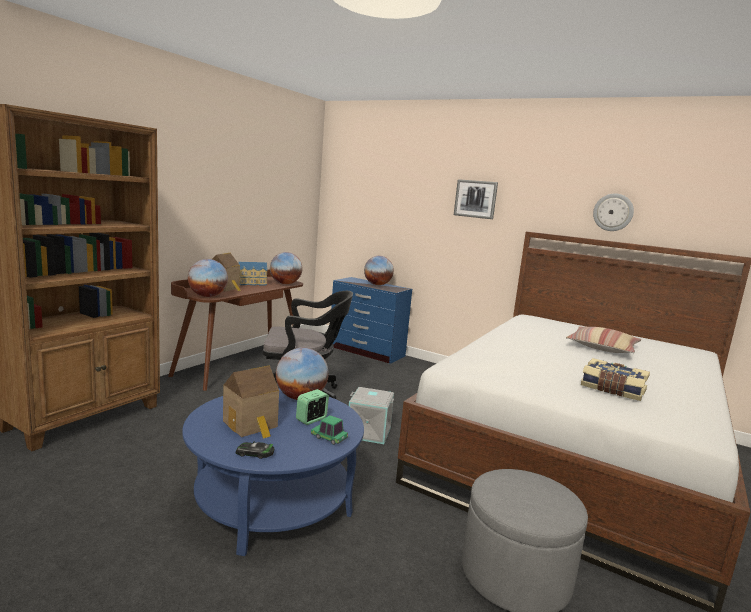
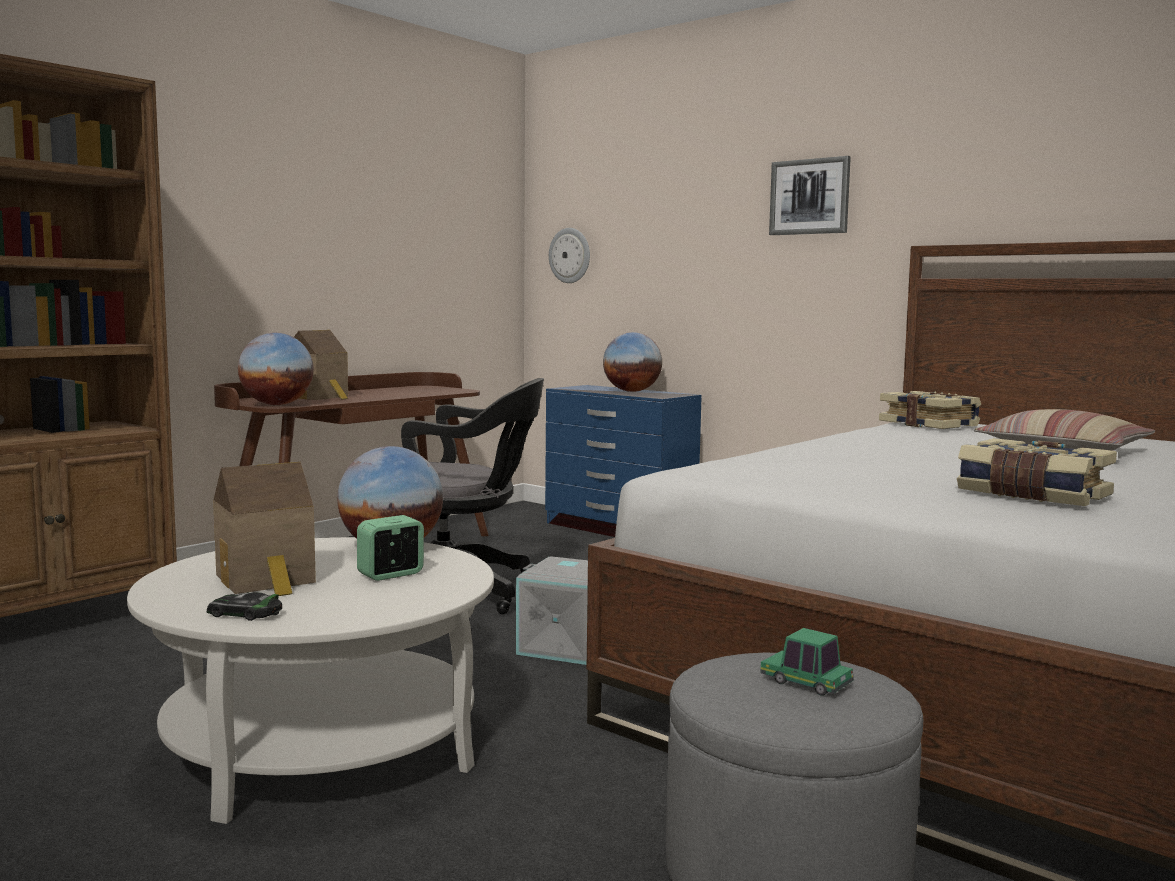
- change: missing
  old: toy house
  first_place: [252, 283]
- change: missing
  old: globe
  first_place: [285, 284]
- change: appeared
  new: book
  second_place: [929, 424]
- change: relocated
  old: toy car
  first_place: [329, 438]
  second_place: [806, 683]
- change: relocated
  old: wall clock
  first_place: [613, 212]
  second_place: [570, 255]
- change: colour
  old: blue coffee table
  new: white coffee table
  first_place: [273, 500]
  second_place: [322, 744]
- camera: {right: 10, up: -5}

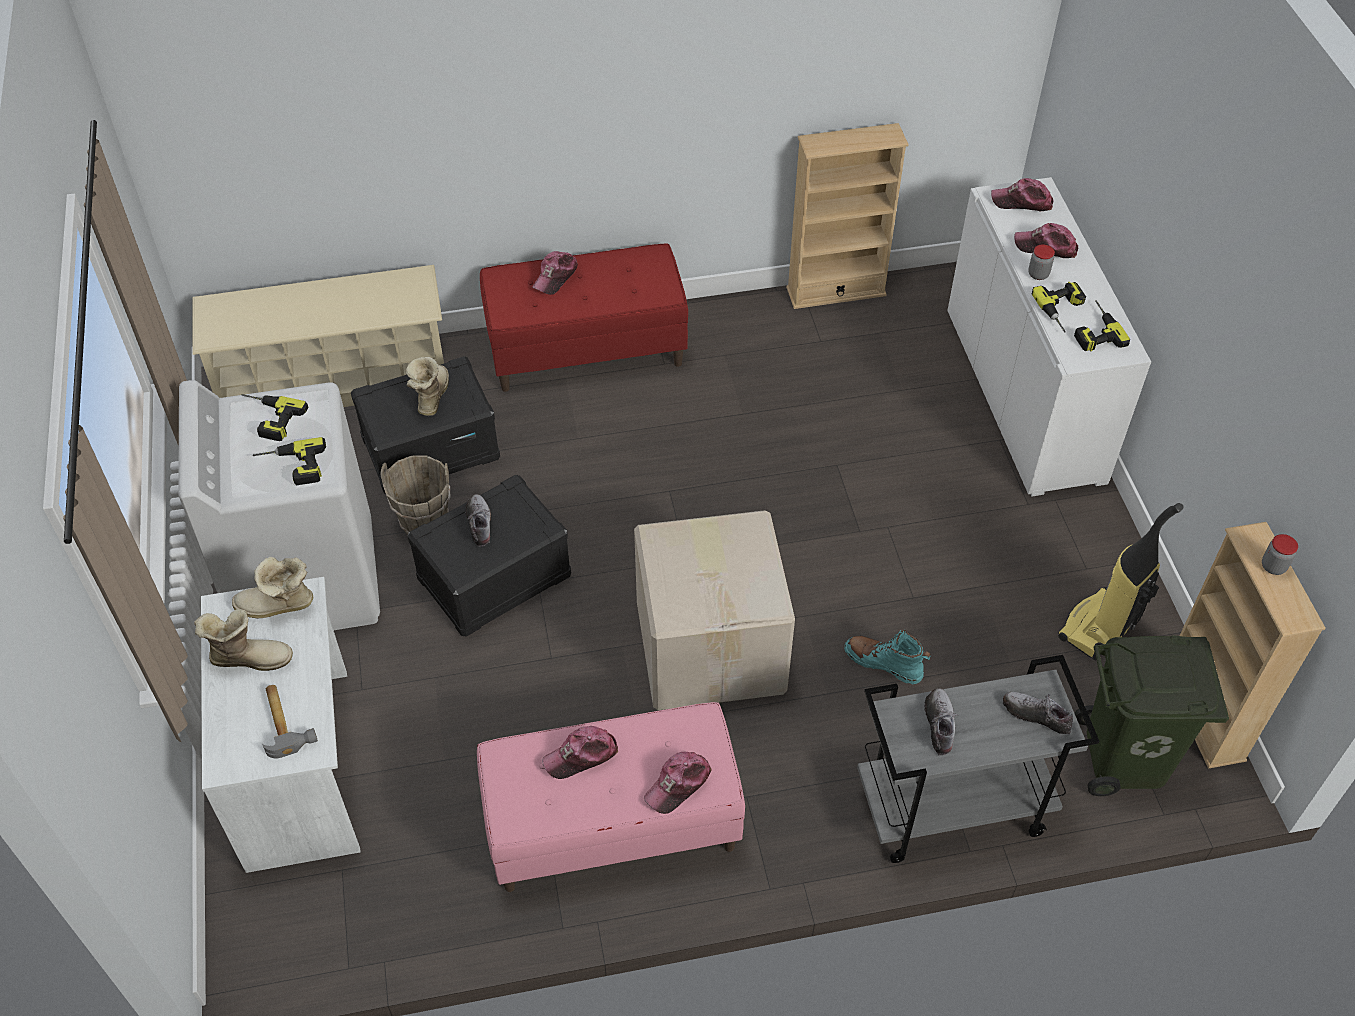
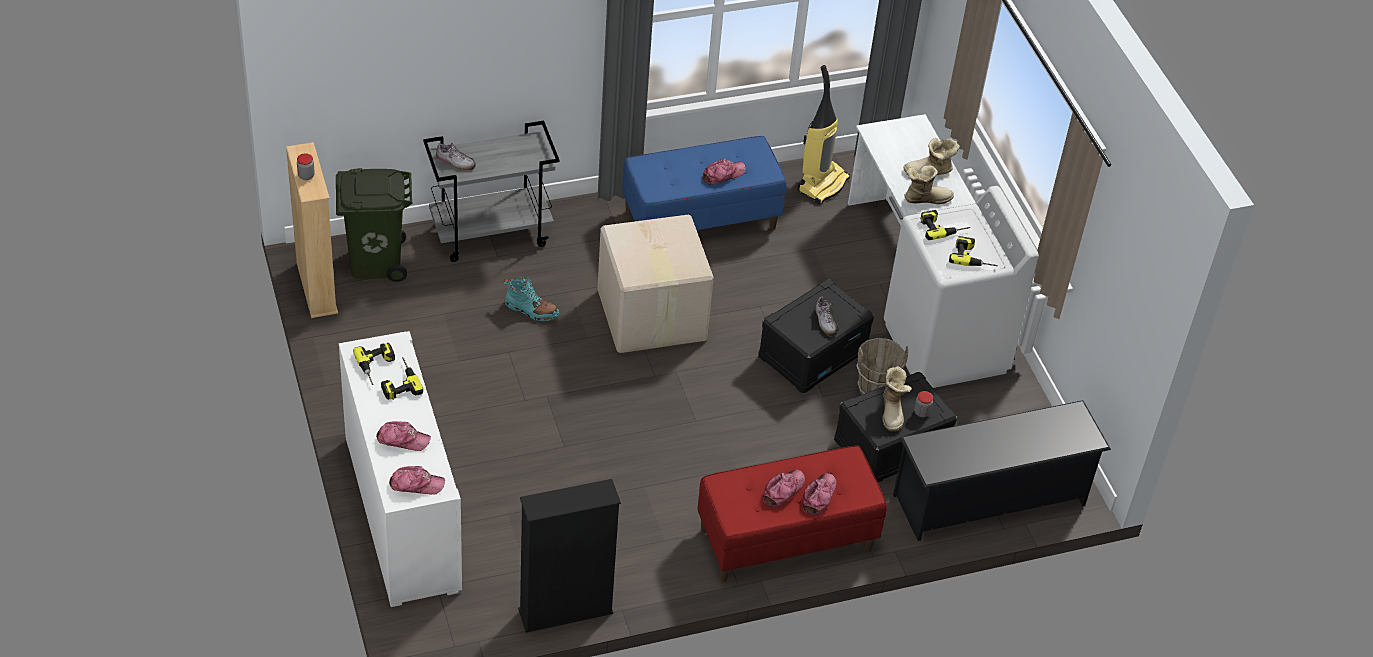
- change: missing
  old: hammer
  first_place: [285, 721]
- change: missing
  old: shoe
  first_place: [939, 724]
- change: relocated
  old: cap
  first_place: [678, 784]
  second_place: [783, 490]
- change: relocated
  old: jar
  first_place: [1038, 274]
  second_place: [922, 412]
- change: relocated
  old: vacuum cleaner
  first_place: [1099, 628]
  second_place: [822, 184]
- change: colour
  old: beige shoe rack
  new: black shoe rack
  first_place: [335, 382]
  second_place: [990, 500]
- change: colour
  old: pink bench
  new: blue bench
  first_place: [612, 827]
  second_place: [700, 219]
- change: colour
  old: beige bookcase
  new: black bookcase
  first_place: [836, 291]
  second_place: [565, 611]
- camera: {right: 170, up: -5}

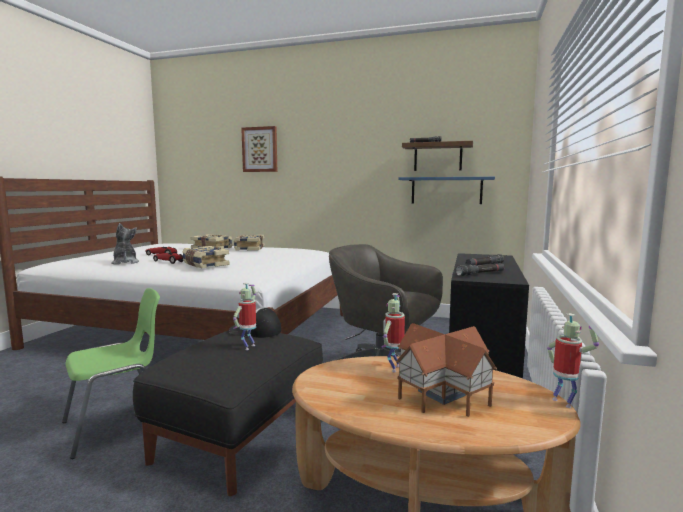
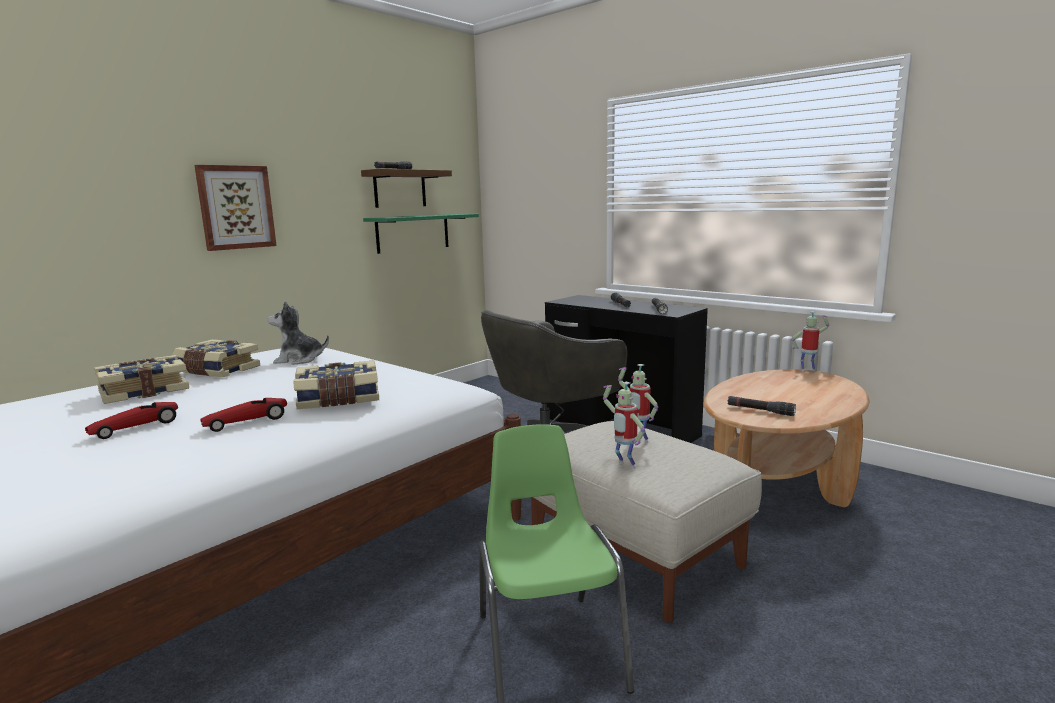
- change: missing
  old: cap
  first_place: [255, 331]
- change: missing
  old: toy house
  first_place: [440, 392]
- change: appeared
  new: black flashlight
  second_place: [760, 410]
- change: relocated
  old: plush toy
  first_place: [125, 262]
  second_place: [299, 360]
- change: relocated
  old: picture
  first_place: [260, 149]
  second_place: [236, 207]
- change: relocated
  old: toy robot
  first_place: [393, 368]
  second_place: [624, 466]
- change: colour
  old: black ottoman
  new: beige ottoman
  first_place: [238, 436]
  second_place: [634, 553]
- change: colour
  old: blue shelf
  new: green shelf
  first_place: [446, 190]
  second_place: [413, 233]
- camera: {right: -65, up: 5}

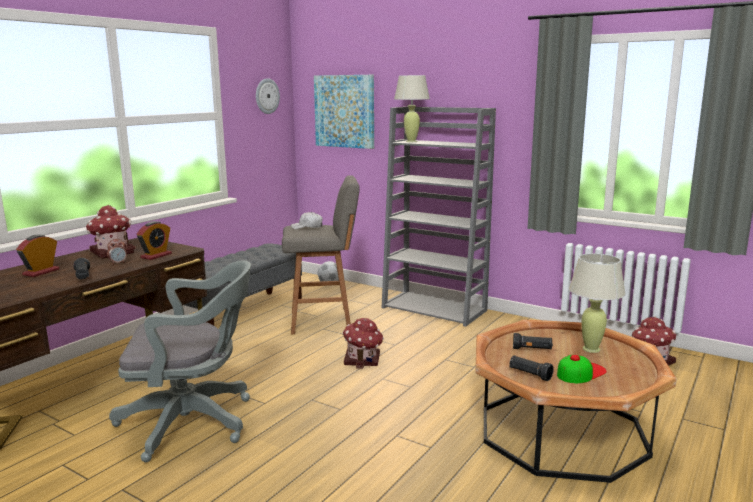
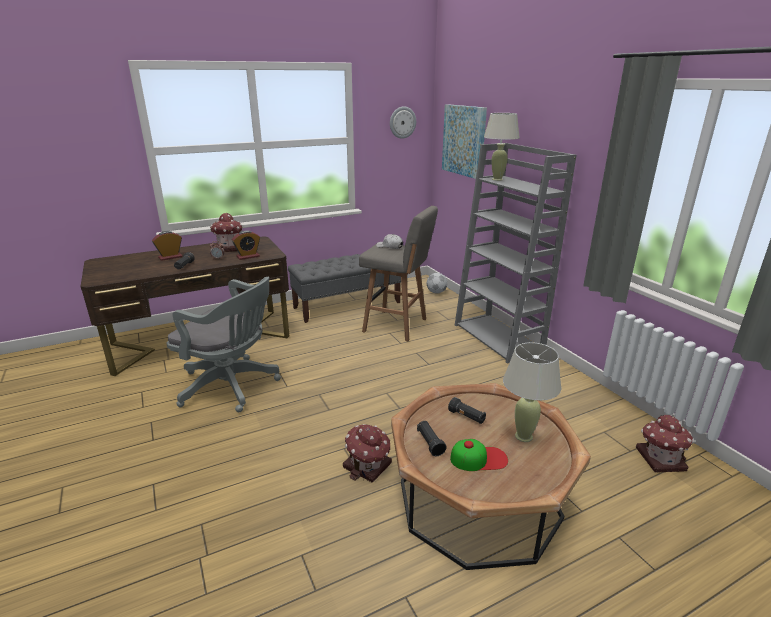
- change: relocated
  old: toy house
  first_place: [363, 359]
  second_place: [368, 466]
- camera: {right: 30, up: 10}

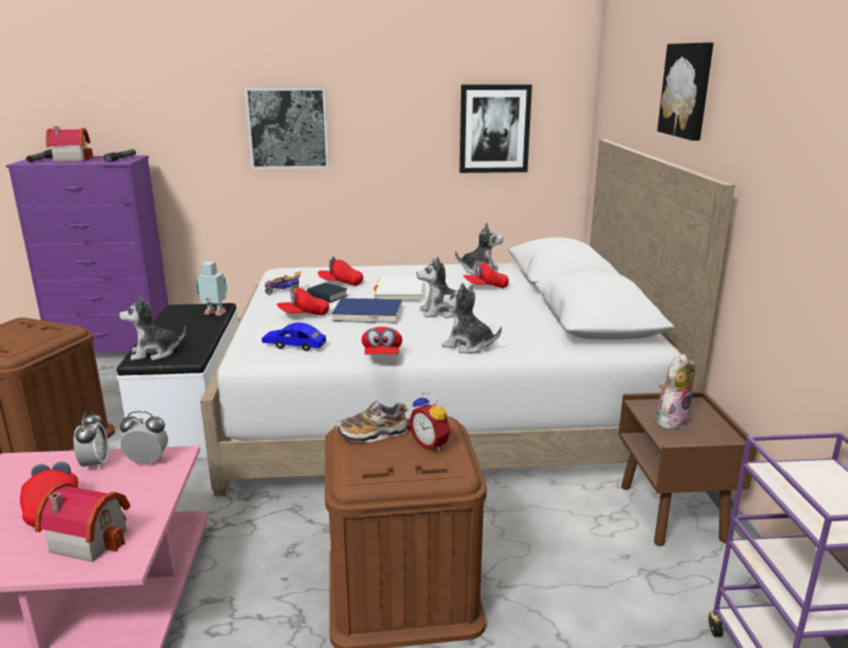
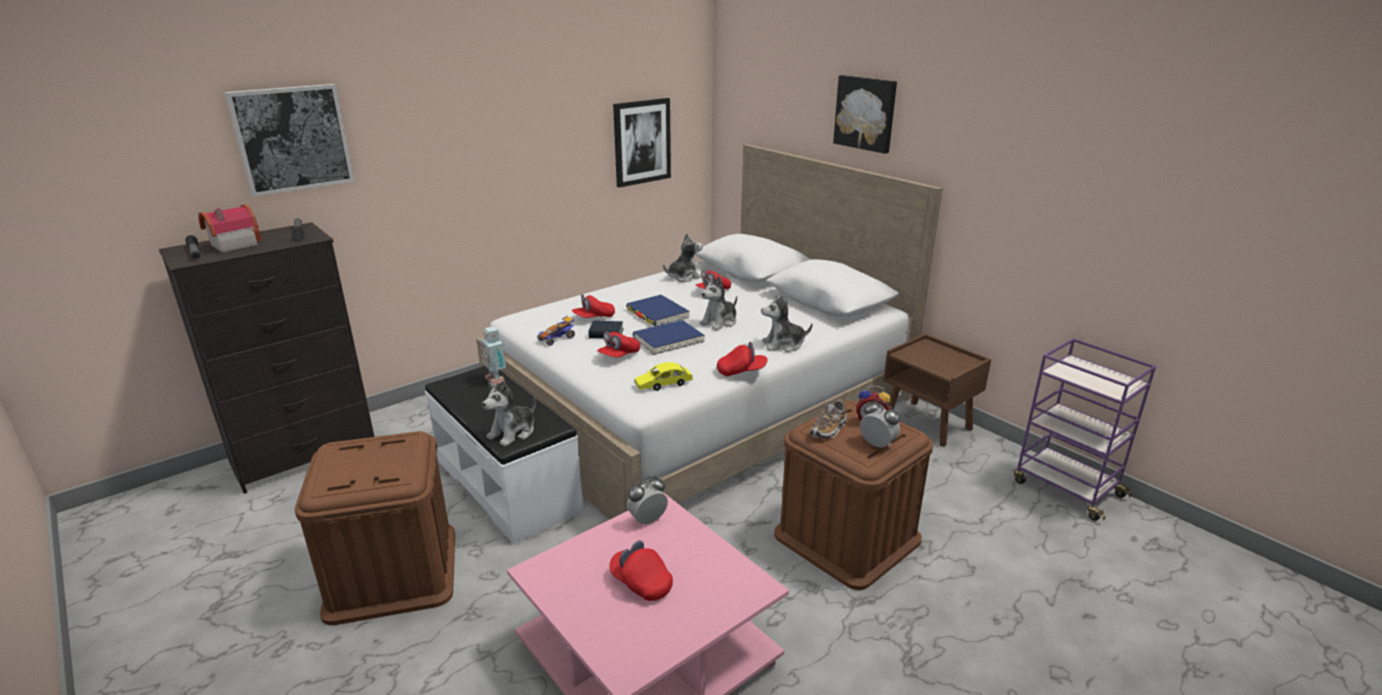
- change: missing
  old: toy house
  first_place: [90, 537]
- change: missing
  old: plush toy
  first_place: [671, 420]
- change: relocated
  old: alarm clock
  first_place: [95, 464]
  second_place: [877, 444]
- change: relocated
  old: picture
  first_place: [288, 128]
  second_place: [292, 138]
- change: colour
  old: purple dresser
  new: black dresser
  first_place: [114, 349]
  second_place: [306, 455]
- change: colour
  old: blue toy car
  new: yellow toy car
  first_place: [294, 346]
  second_place: [663, 384]
- change: colour
  old: white book
  new: blue book
  first_place: [399, 292]
  second_place: [657, 313]
- change: spun
  old: toy robot
  first_place: [215, 314]
  second_place: [496, 379]
  degrees: -105
- change: spun
  old: red cap
  first_place: [382, 356]
  second_place: [741, 371]
  degrees: -60
- camera: {right: -35, up: 5}

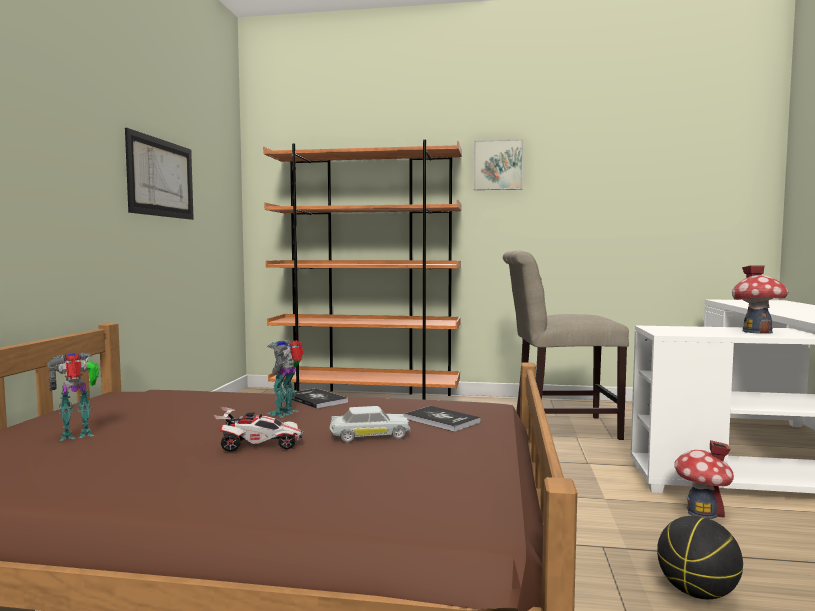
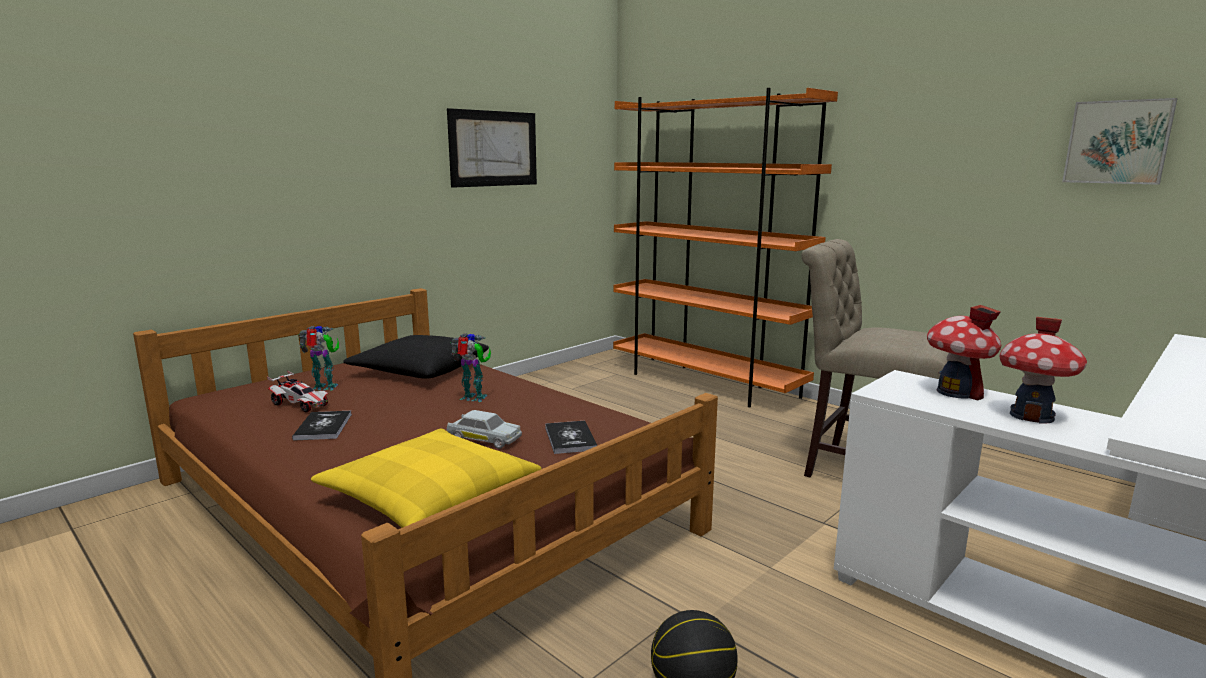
- change: appeared
  new: yellow pillow
  second_place: [430, 497]
- change: appeared
  new: black pillow
  second_place: [419, 369]
- change: relocated
  old: toy car
  first_place: [260, 445]
  second_place: [300, 405]
- change: relocated
  old: book
  first_place: [316, 400]
  second_place: [323, 427]
- change: relocated
  old: picture
  first_place: [498, 165]
  second_place: [1117, 142]
- change: relocated
  old: toy house
  first_place: [701, 512]
  second_place: [956, 392]
- change: spun
  old: toy robot
  first_place: [285, 413]
  second_place: [474, 398]
  degrees: 45
- camera: {right: 35, up: 10}

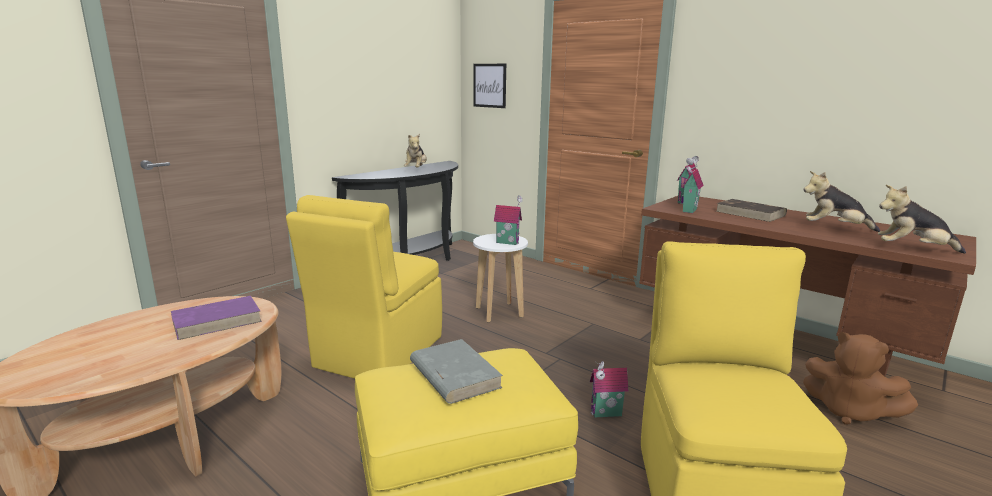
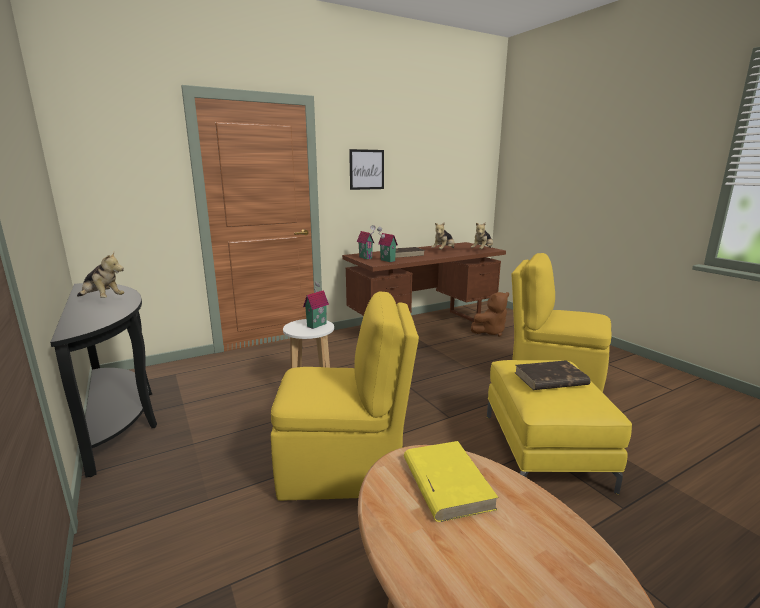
- change: missing
  old: toy house
  first_place: [606, 414]
- change: relocated
  old: picture
  first_place: [489, 85]
  second_place: [366, 169]
- change: colour
  old: purple book
  new: yellow book
  first_place: [218, 320]
  second_place: [446, 483]
- change: colour
  old: grey book
  new: brown book
  first_place: [454, 374]
  second_place: [550, 379]
- change: spun
  old: yellow chair
  first_place: [377, 353]
  second_place: [345, 468]
  degrees: -45
- camera: {right: -70, up: 0}

